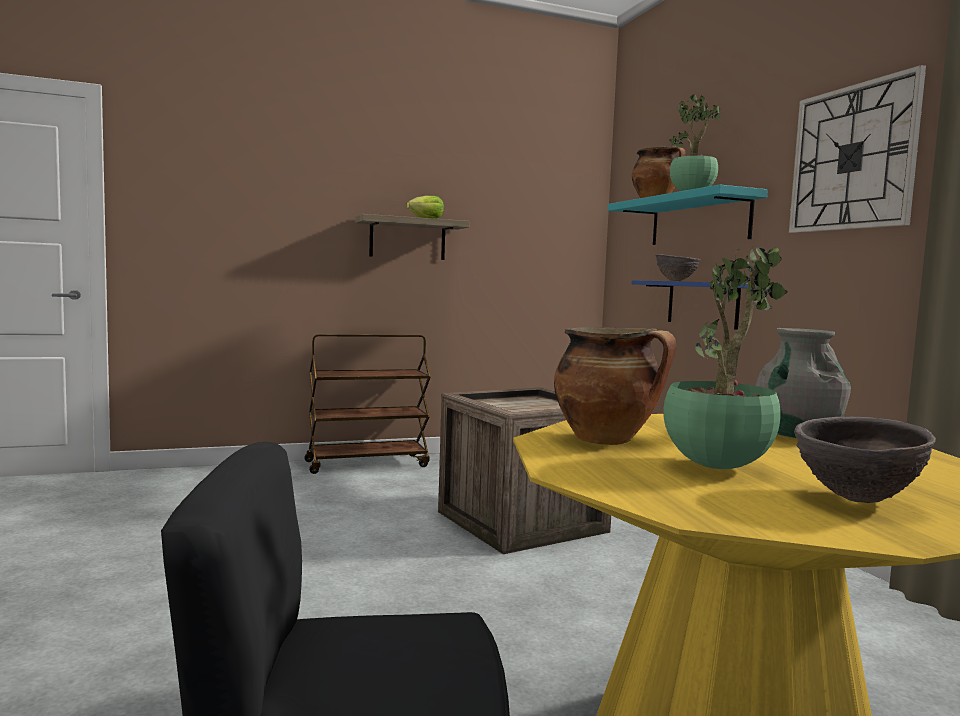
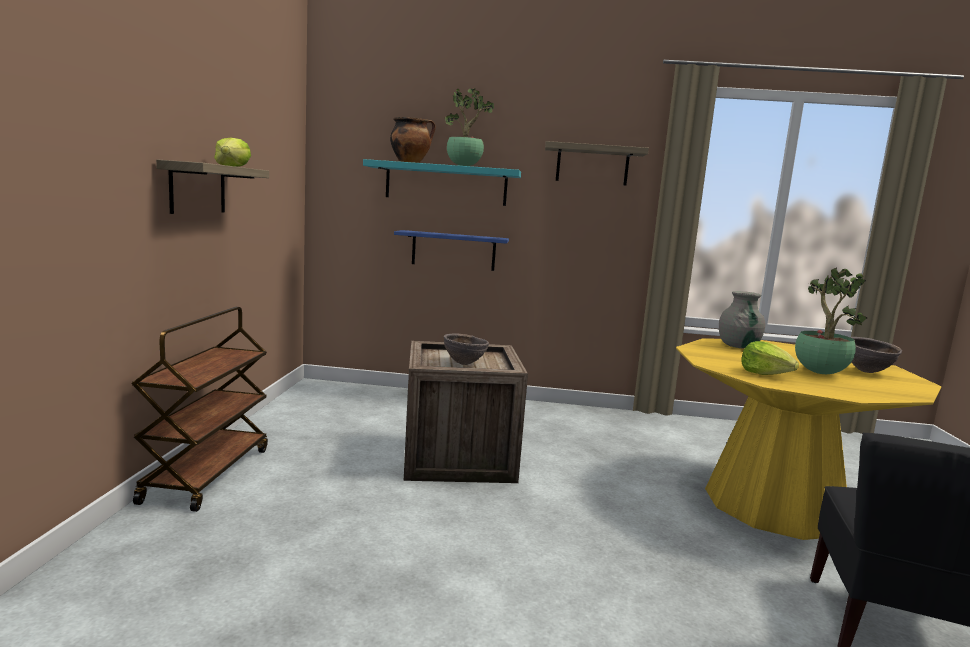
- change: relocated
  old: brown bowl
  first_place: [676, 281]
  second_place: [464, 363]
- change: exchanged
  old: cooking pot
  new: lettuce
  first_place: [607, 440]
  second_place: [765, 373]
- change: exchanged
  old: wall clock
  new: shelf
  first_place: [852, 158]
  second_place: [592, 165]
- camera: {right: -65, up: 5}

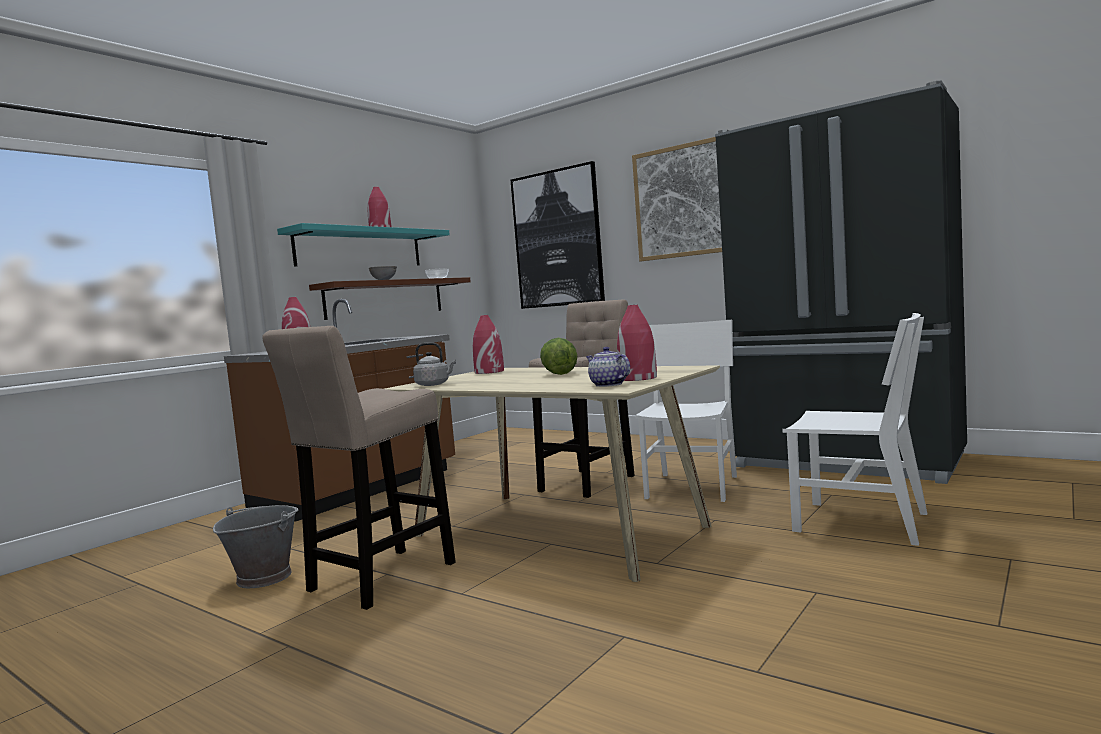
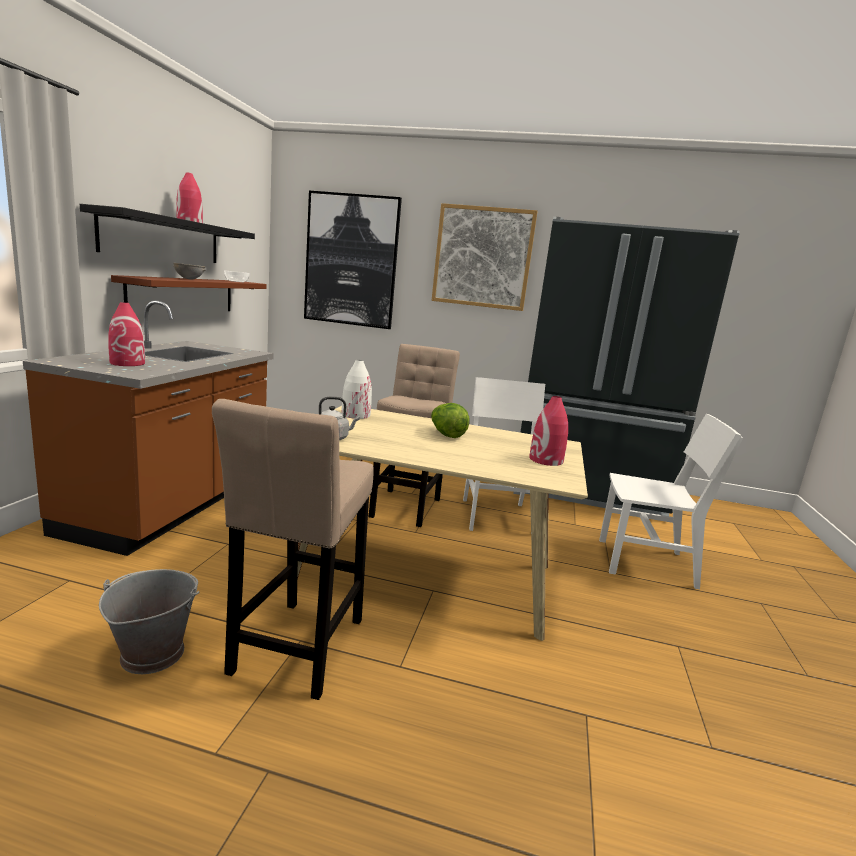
- change: missing
  old: teapot
  first_place: [607, 385]
- change: colour
  old: turquoise shelf
  new: black shelf
  first_place: [360, 248]
  second_place: [163, 239]
- change: colour
  old: red vase
  new: white vase
  first_place: [489, 372]
  second_place: [355, 415]
- camera: {right: -25, up: 10}

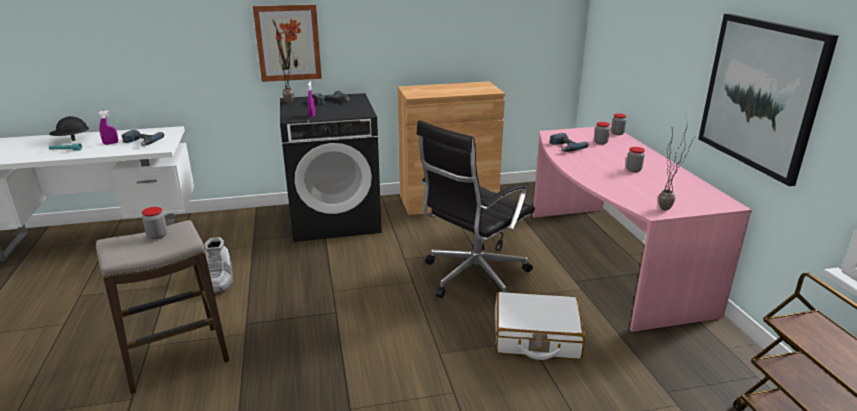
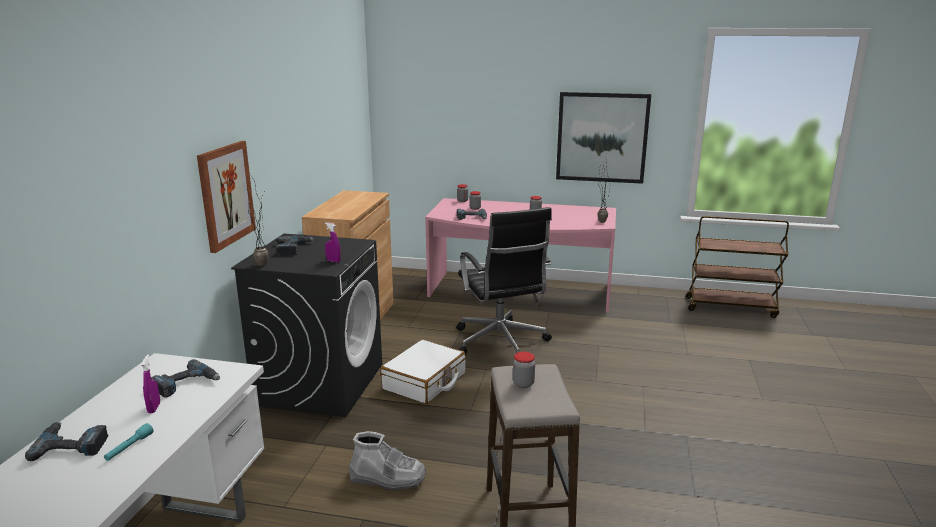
- change: relocated
  old: white suitcase
  first_place: [536, 337]
  second_place: [424, 382]
- change: exchanged
  old: black hard hat
  new: power drill
  first_place: [71, 140]
  second_place: [72, 444]
- camera: {right: -65, up: -5}

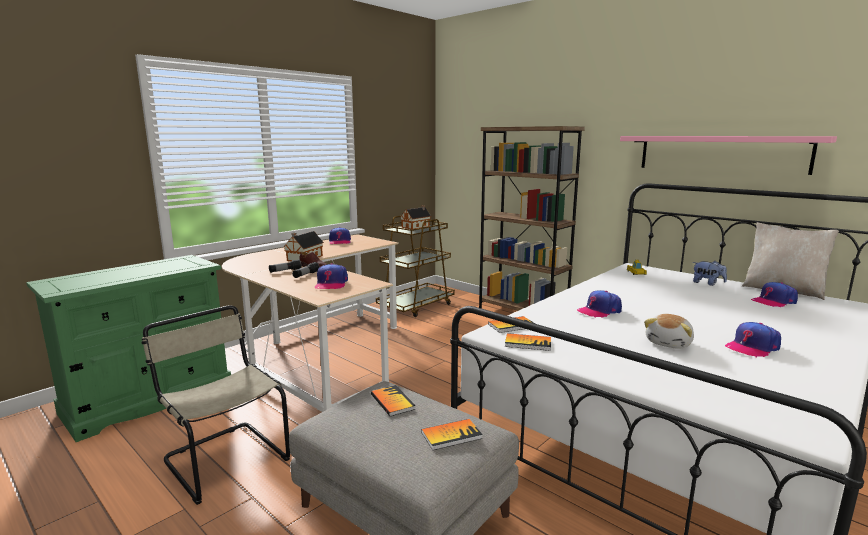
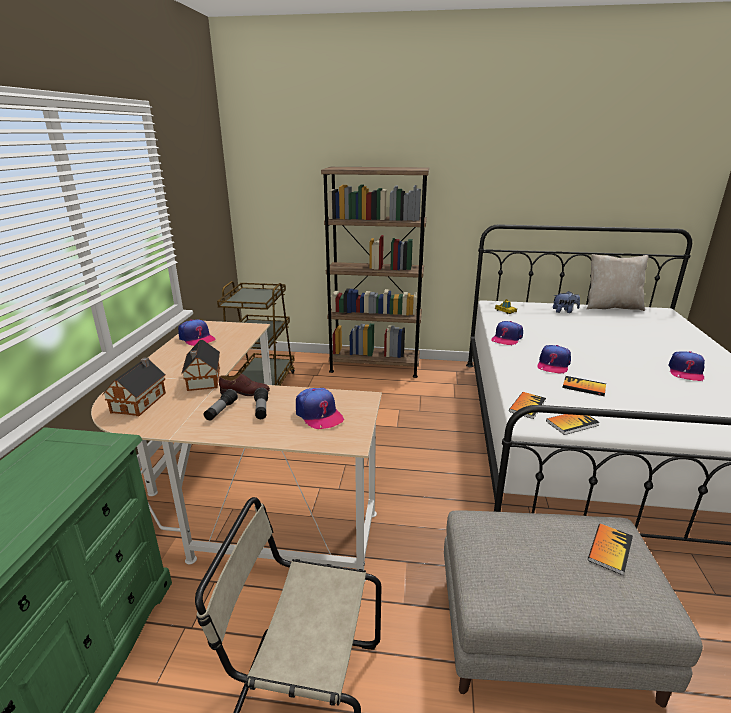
- change: missing
  old: pink shelf
  first_place: [720, 153]
- change: missing
  old: plush toy
  first_place: [669, 343]
- change: relocated
  old: book
  first_place: [392, 402]
  second_place: [583, 387]
- change: relocated
  old: toy house
  first_place: [416, 227]
  second_place: [141, 401]
- change: relocated
  old: cap
  first_place: [773, 301]
  second_place: [506, 338]
- camera: {right: -35, up: 10}

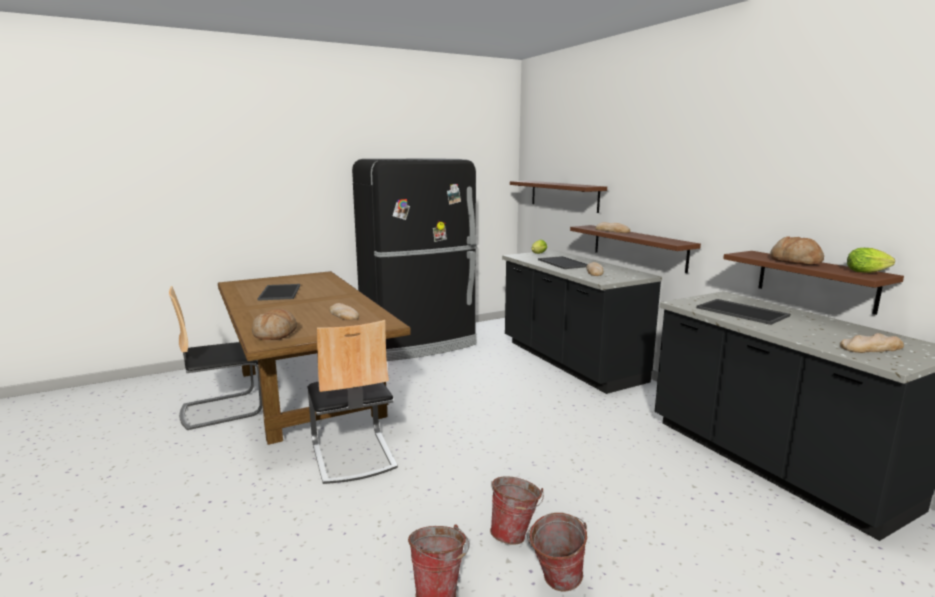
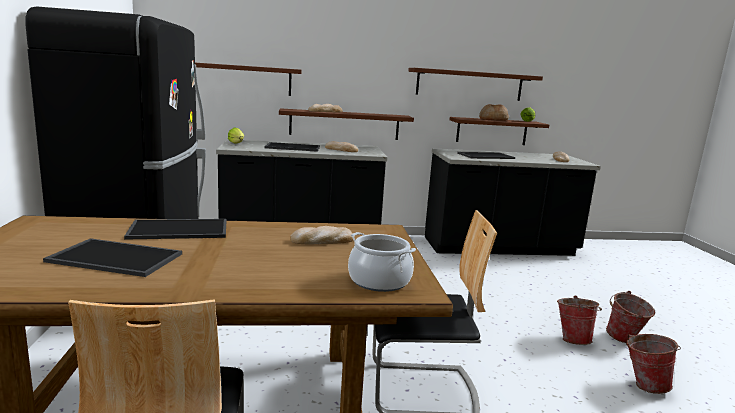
- change: appeared
  new: tray
  second_place: [177, 230]
- change: appeared
  new: shelf
  second_place: [469, 84]
- change: exchanged
  old: bread
  new: cooking pot
  first_place: [275, 334]
  second_place: [379, 281]
- camera: {right: -70, up: 0}

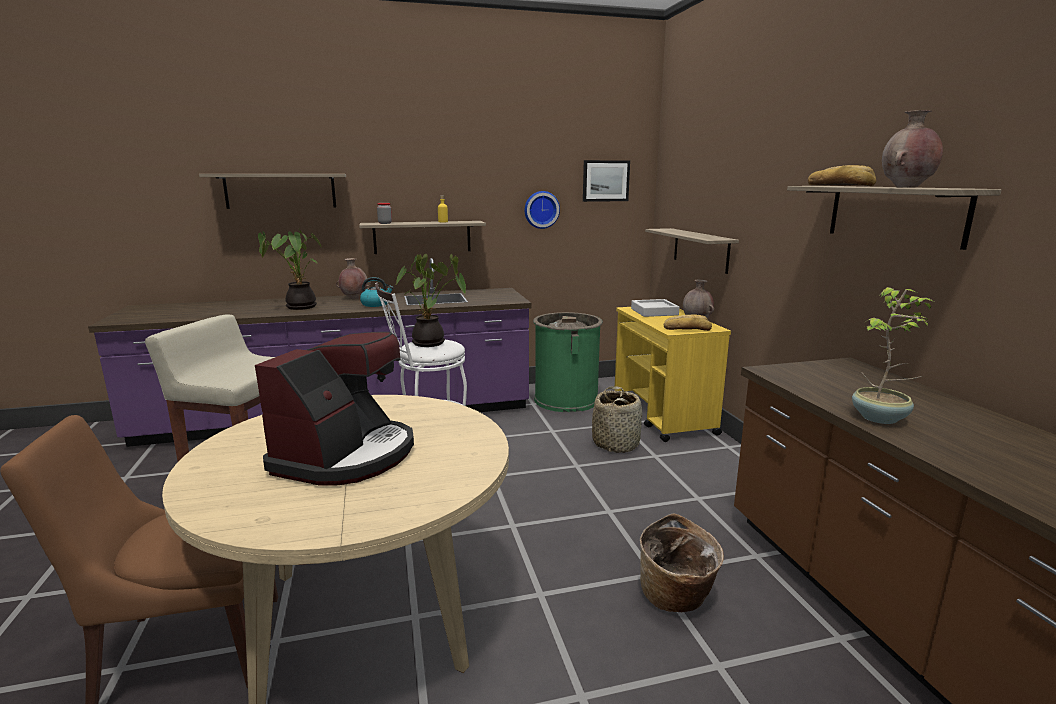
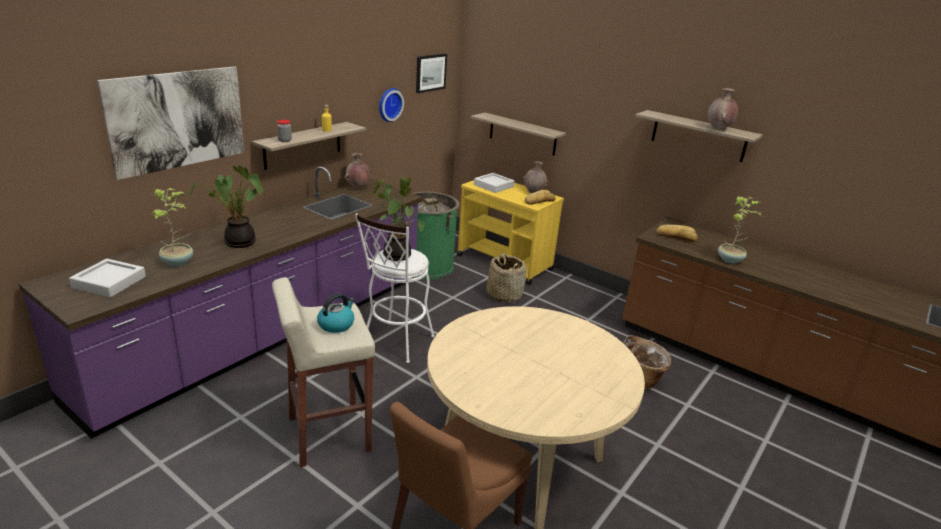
- change: missing
  old: coffee machine
  first_place: [347, 455]
- change: appeared
  new: grey tray
  second_place: [109, 282]
- change: appeared
  new: potted plant
  second_place: [178, 262]
- change: relocated
  old: brown vase
  first_place: [354, 298]
  second_place: [358, 187]
- change: relocated
  old: kettle
  first_place: [376, 304]
  second_place: [336, 324]
- change: relocated
  old: bread
  first_place: [840, 186]
  second_place: [676, 236]
- change: exchanged
  old: shelf
  new: picture
  first_place: [280, 191]
  second_place: [178, 120]
- camera: {right: -40, up: 10}

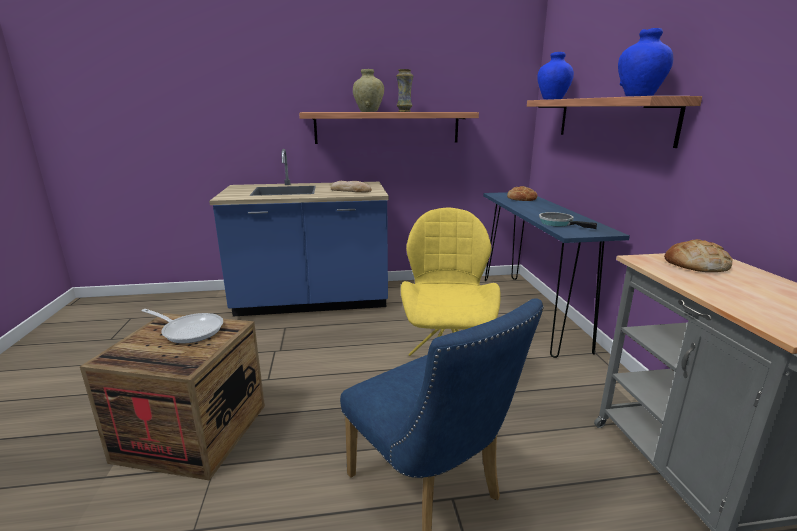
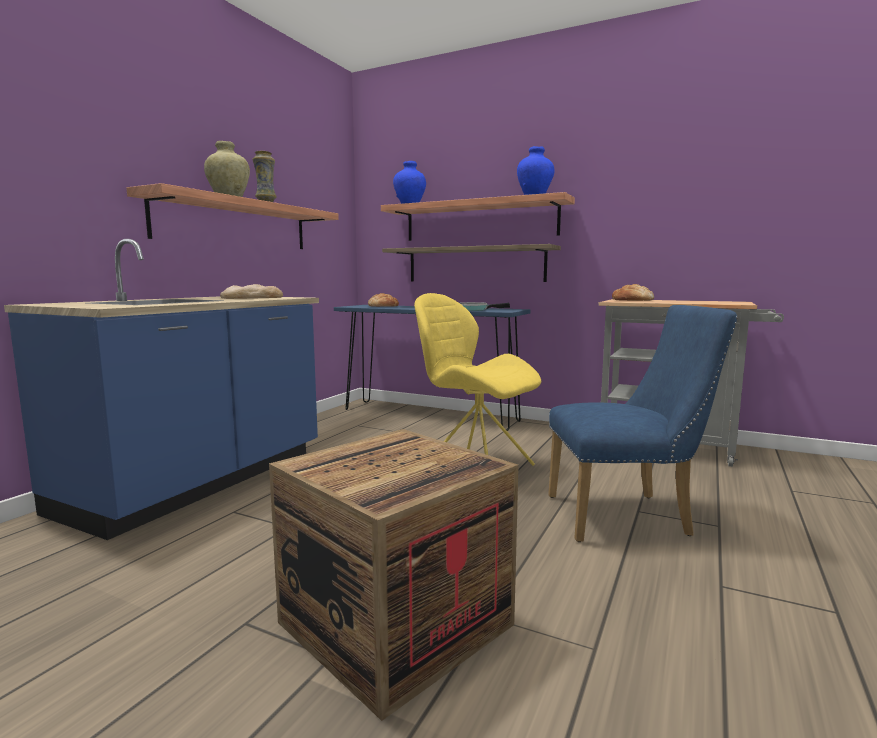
- change: missing
  old: frying pan
  first_place: [189, 330]
- change: appeared
  new: shelf
  second_place: [475, 265]
- camera: {right: -55, up: -10}

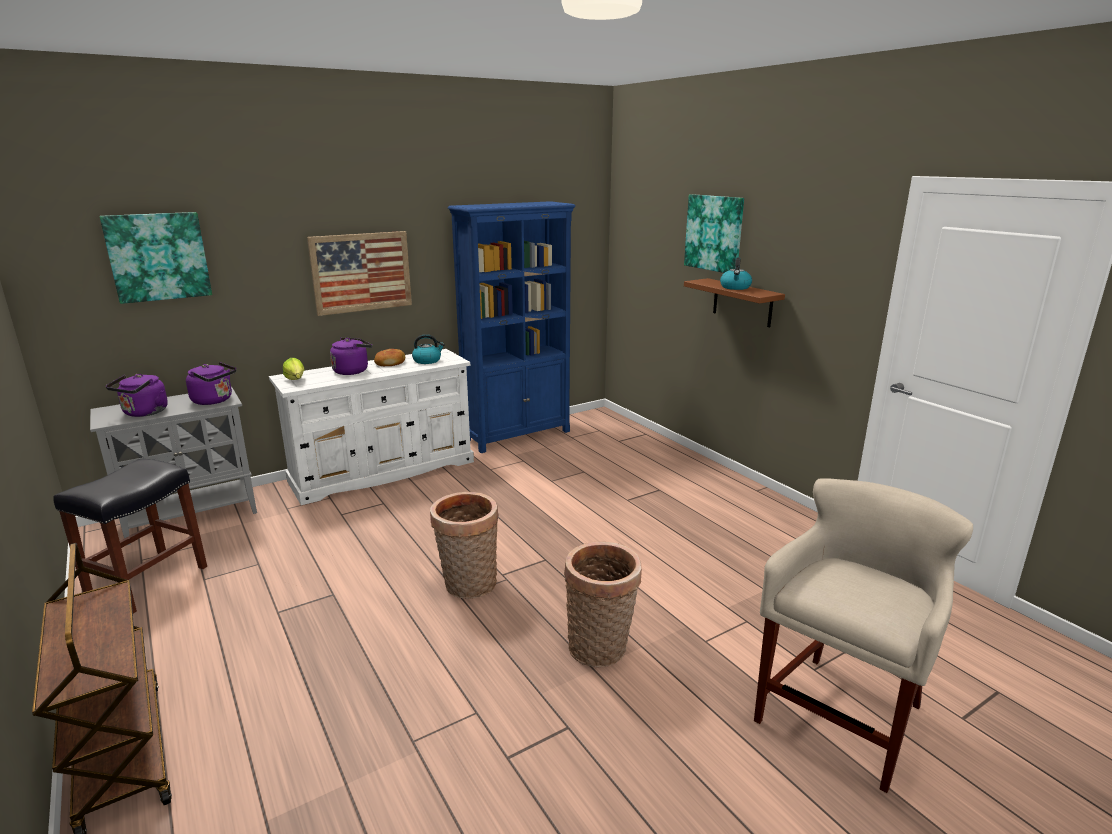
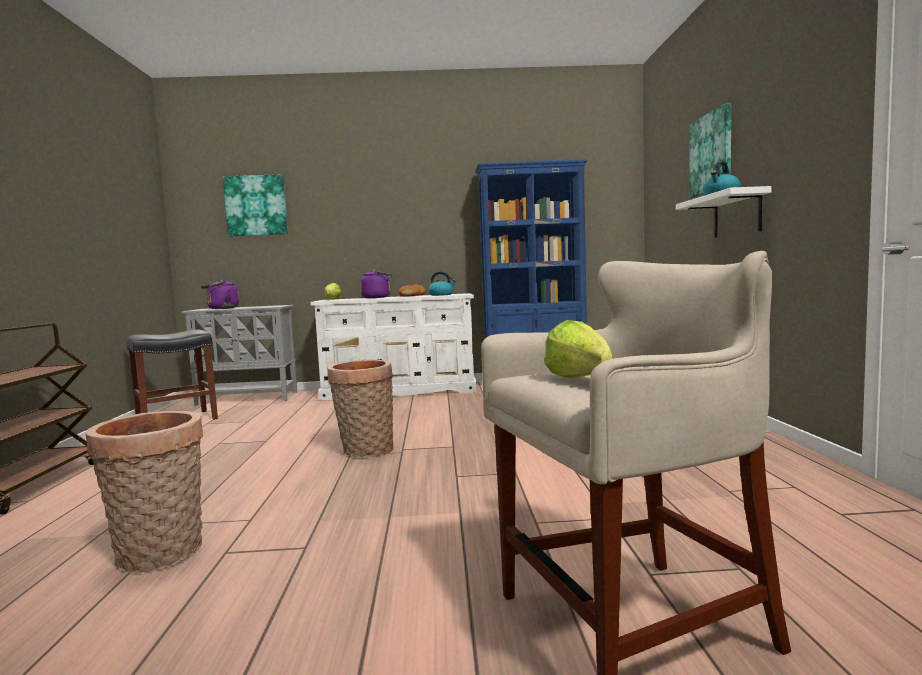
- change: missing
  old: purple kettle
  first_place: [214, 400]
- change: missing
  old: picture
  first_place: [361, 272]
- change: appeared
  new: lettuce
  second_place: [583, 381]
- change: relocated
  old: basket
  first_place: [601, 649]
  second_place: [160, 556]
- change: colour
  old: brown shelf
  new: white shelf
  first_place: [742, 302]
  second_place: [737, 215]
- camera: {right: 30, up: -15}

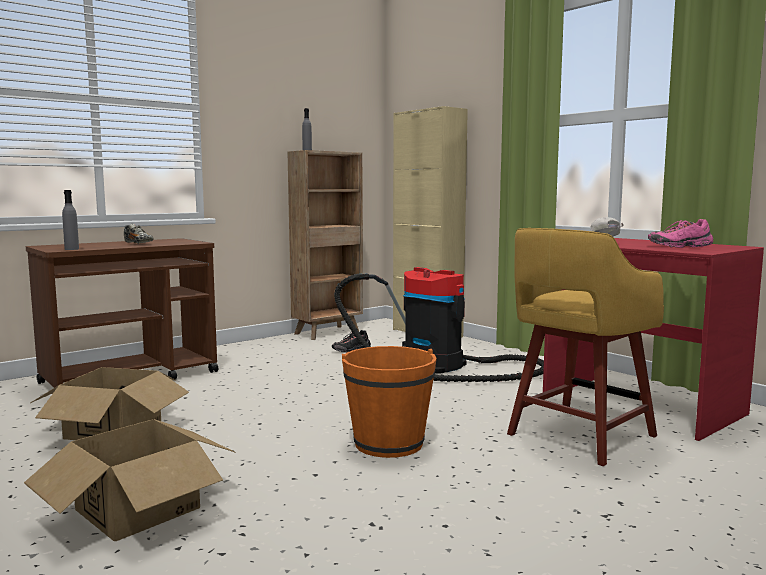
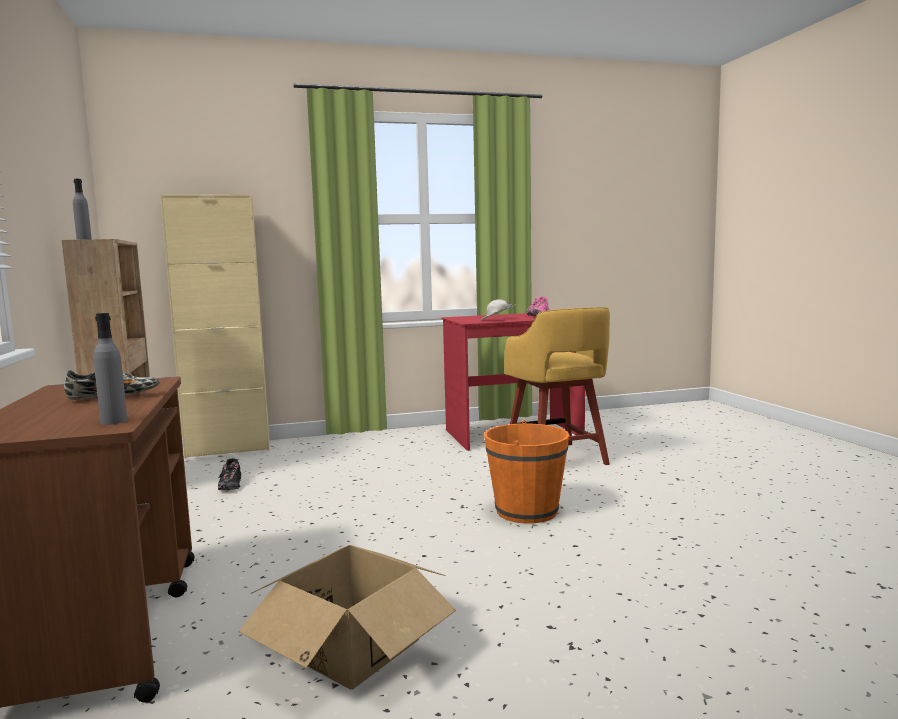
- change: missing
  old: cardboard box
  first_place: [137, 508]
- change: missing
  old: vacuum cleaner
  first_place: [439, 366]
- camera: {right: -65, up: 0}

